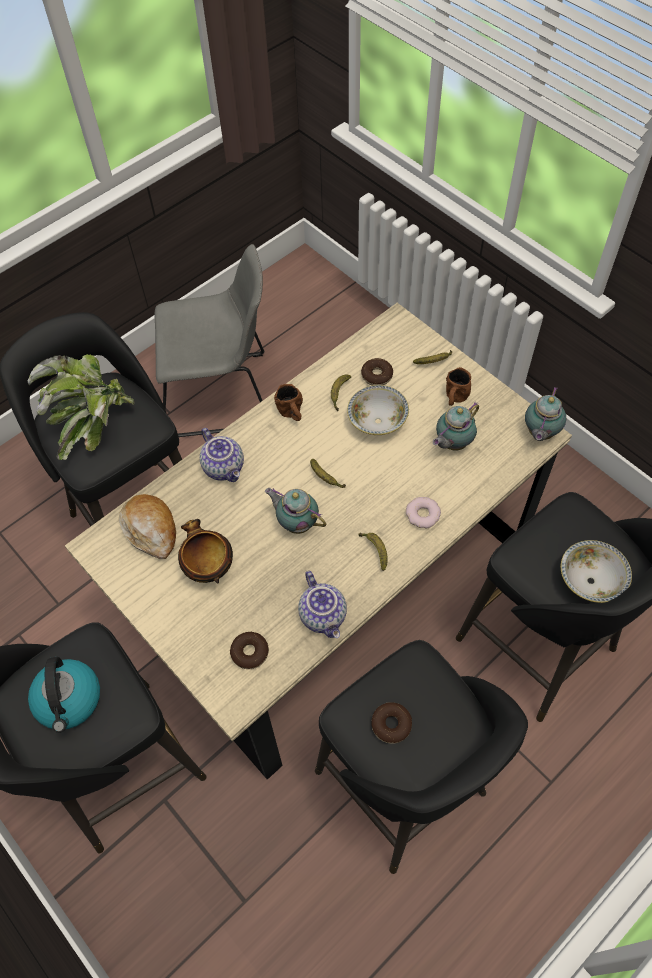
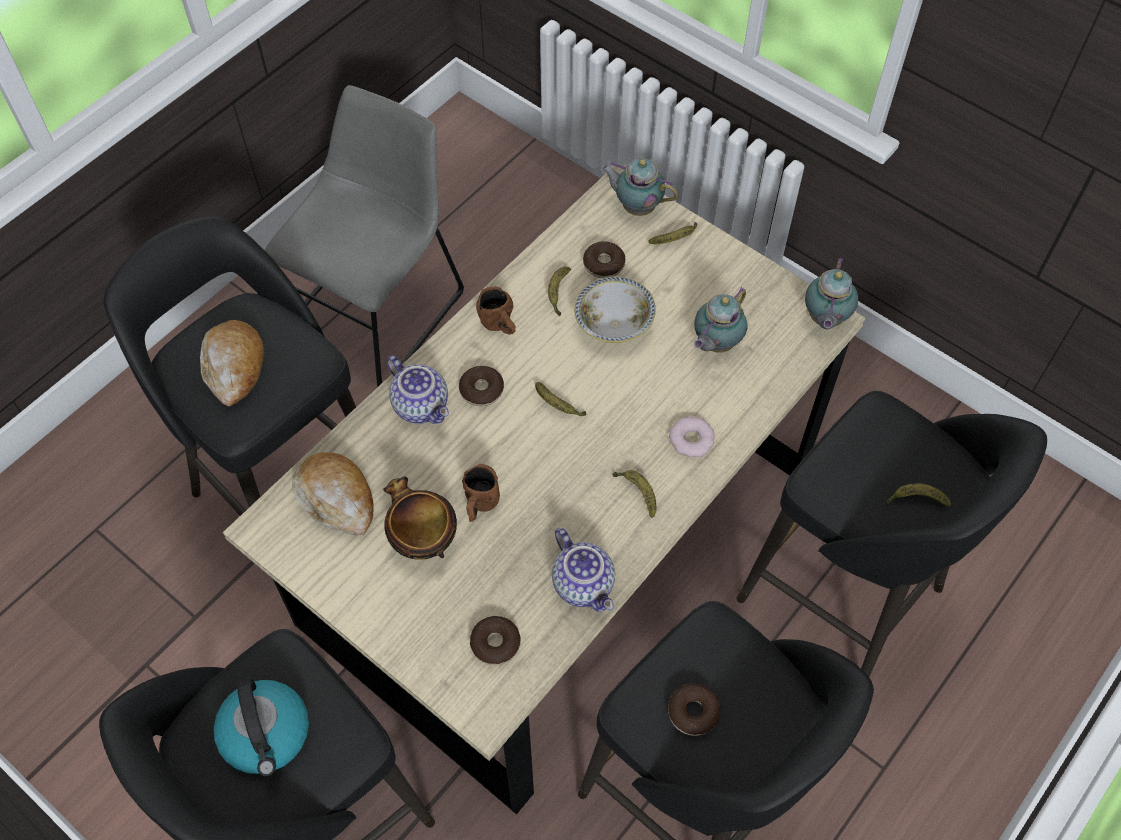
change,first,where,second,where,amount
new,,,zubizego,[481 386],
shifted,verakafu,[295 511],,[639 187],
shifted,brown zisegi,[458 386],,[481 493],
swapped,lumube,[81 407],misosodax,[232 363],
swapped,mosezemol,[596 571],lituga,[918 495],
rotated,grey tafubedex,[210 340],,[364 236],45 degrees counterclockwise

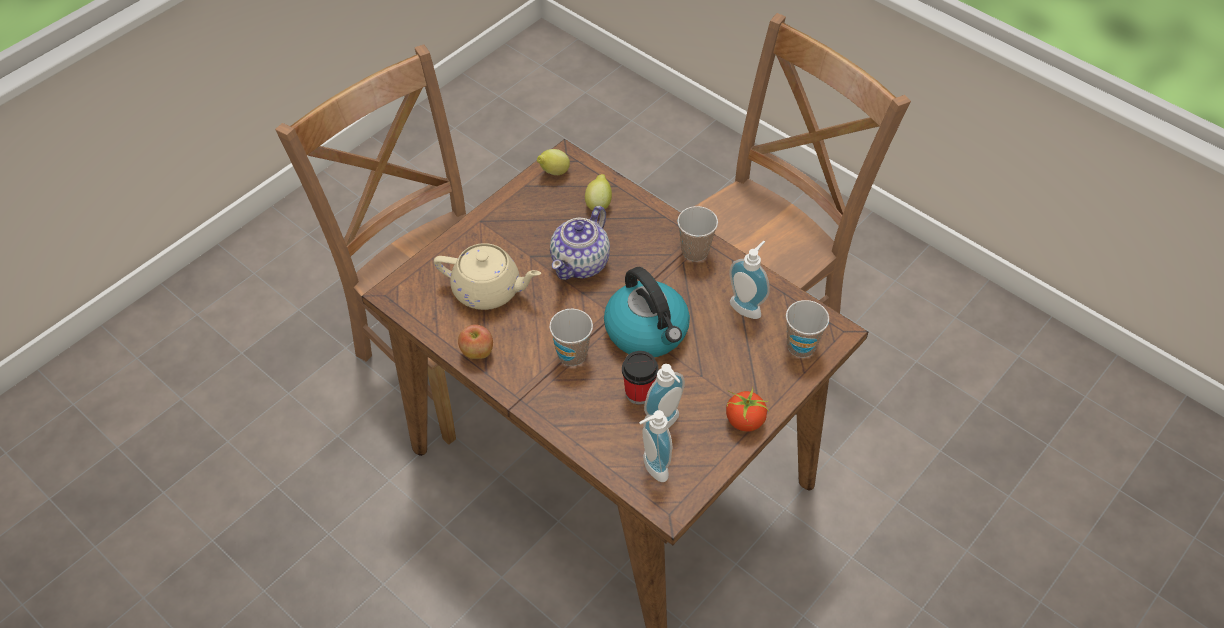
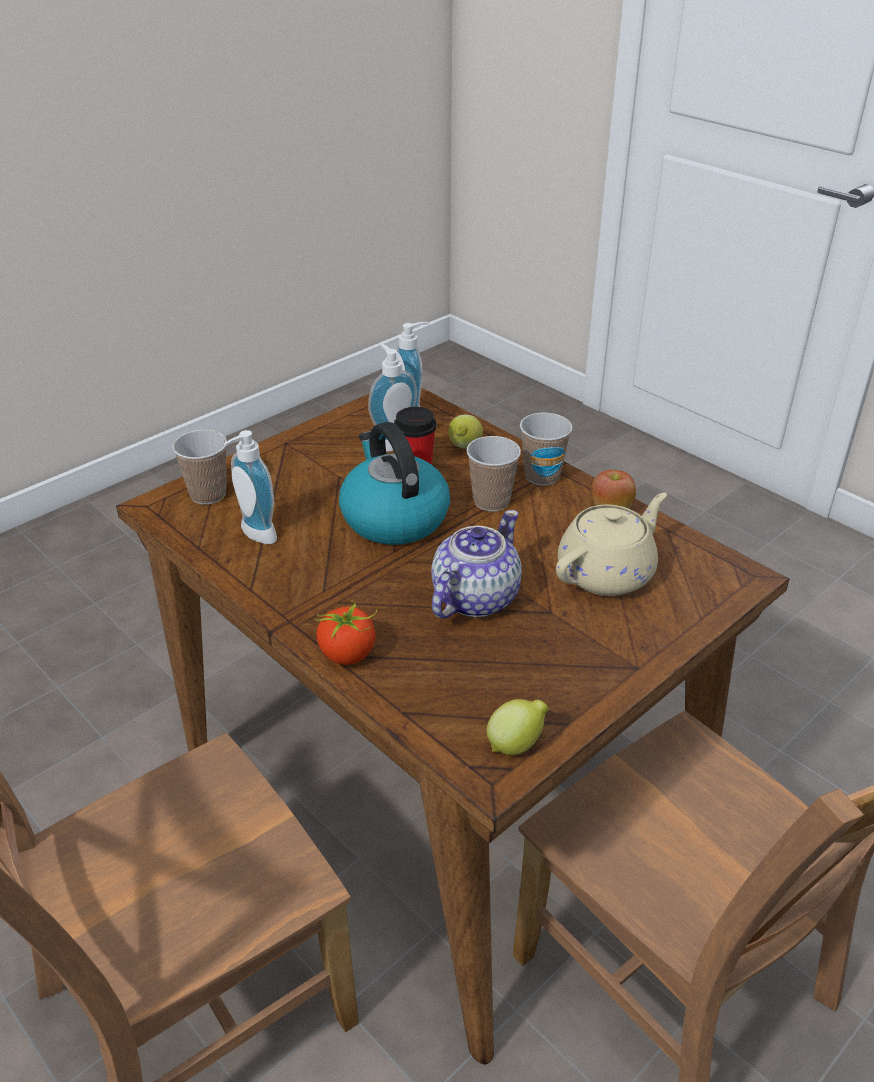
change,first,where,second,where,amount
shifted,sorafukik,[598 192],,[465 432],
shifted,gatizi,[697 234],,[546 449],
shifted,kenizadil,[747 409],,[345 632],
rotated,beige verakafu,[487 276],,[611 544],120 degrees clockwise

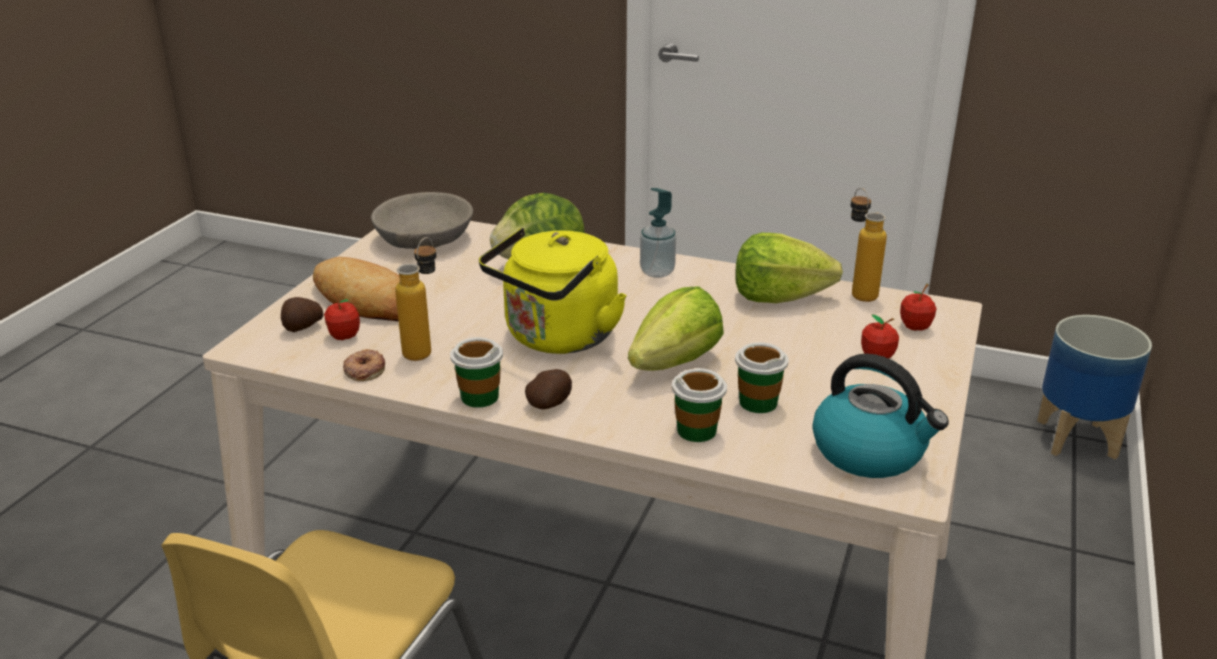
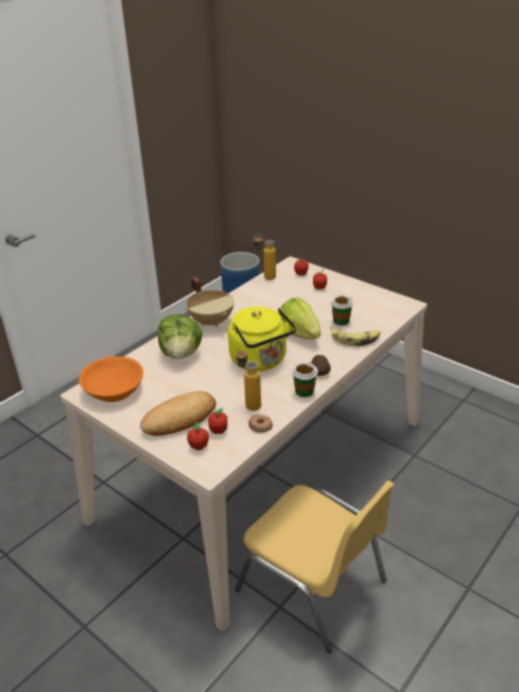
change,first,where,second,where,amount
gone,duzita,[789 268],,,
gone,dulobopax,[881 416],,,
swapped,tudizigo,[302 314],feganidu,[198 436],
swapped,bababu,[658 233],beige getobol,[210 302],
swapped,gatizi,[699 405],lituga,[355 336],
repainted,grey mosezemol,[422 220],orange mosezemol,[111 379],

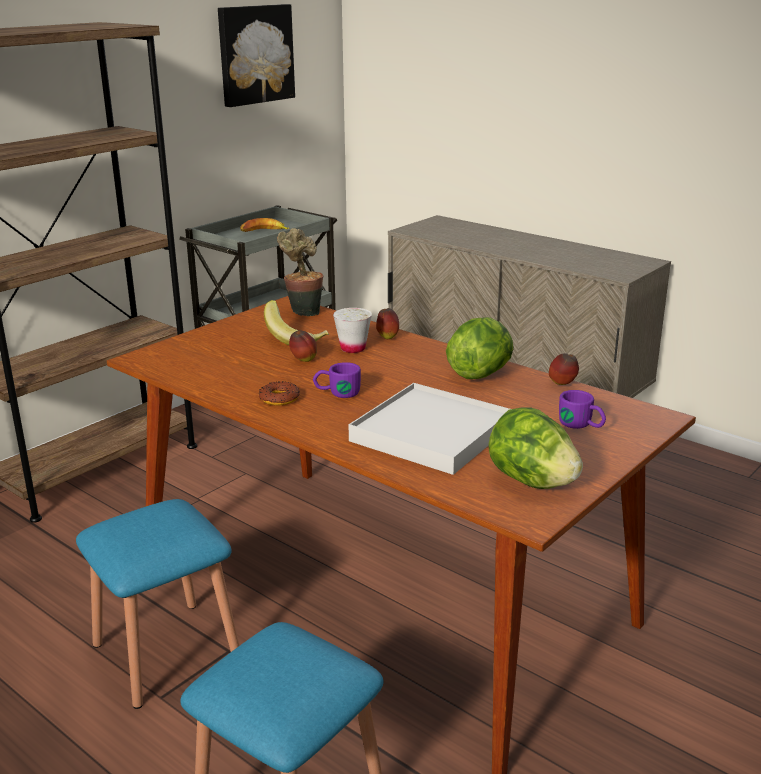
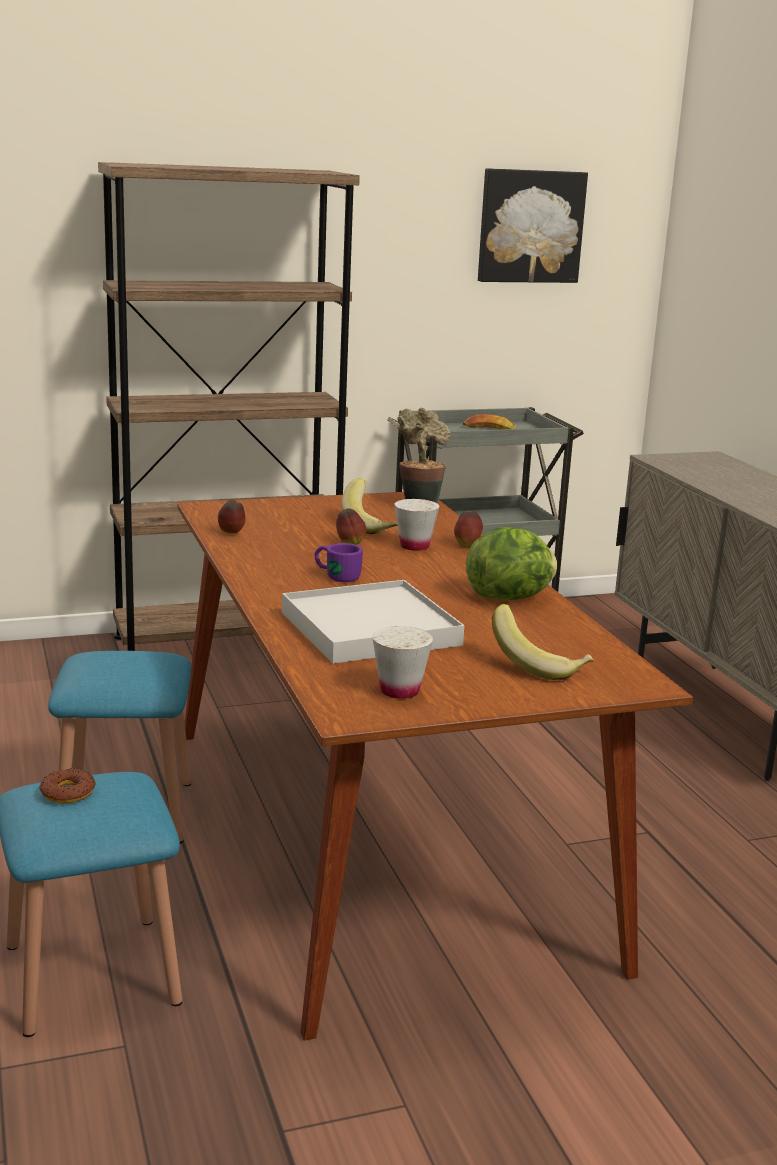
change,first,where,second,where,amount
shifted,zubizego,[279 393],,[67 785],
shifted,feganidu,[564 369],,[232 517],
swapped,duzita,[535 448],white gatizi,[402 662],
swapped,purple zisegi,[582 409],lituga,[543 642],

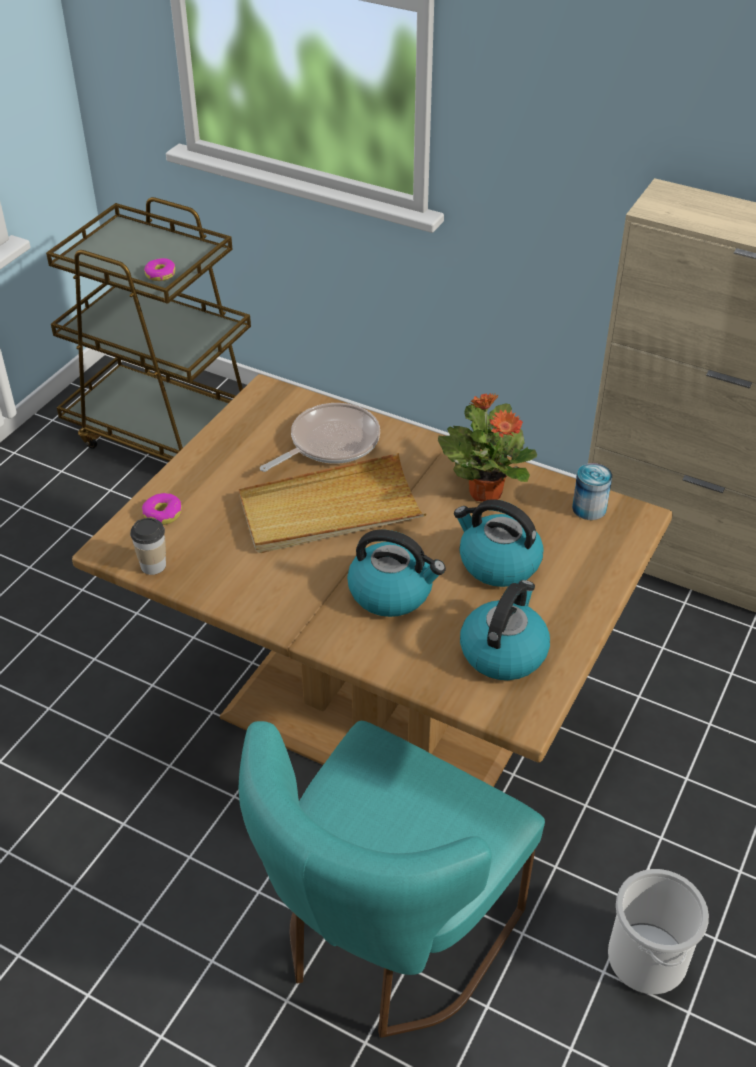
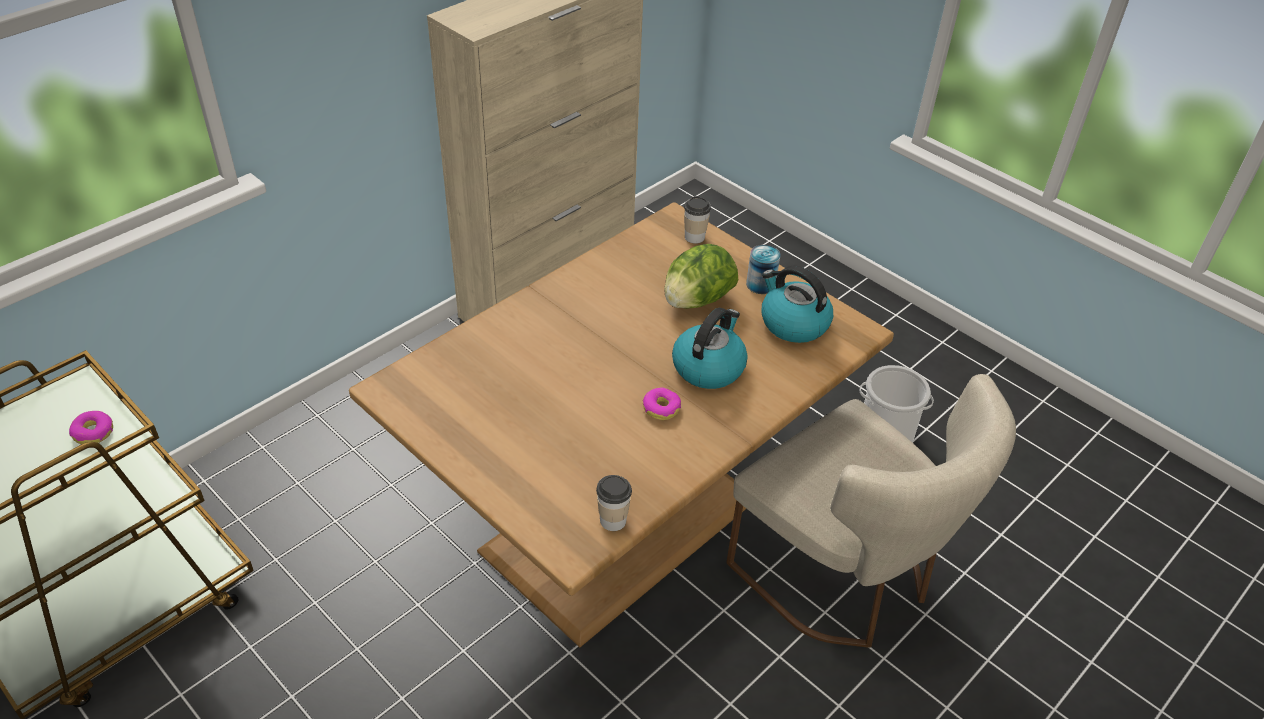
change,first,where,second,where,amount
gone,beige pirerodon,[333 503],,,
gone,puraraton,[320 437],,,
gone,lumube,[487 447],,,
new,,,gatizi,[697 220],
shifted,zubizego,[162 509],,[662 404],
shifted,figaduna,[592 491],,[763 269],
swapped,dulobopax,[499 543],duzita,[701 276],
repainted,turquoise tafubedex,[392 879],beige tafubedex,[871 511],

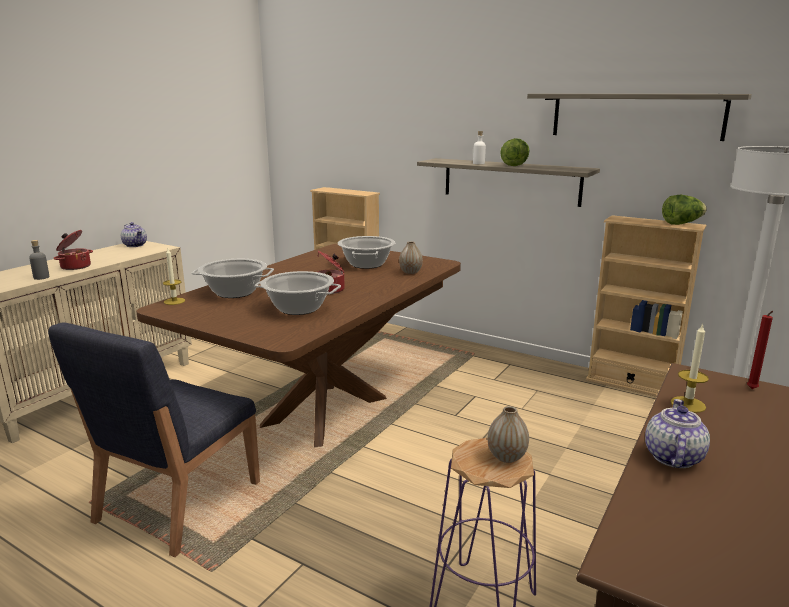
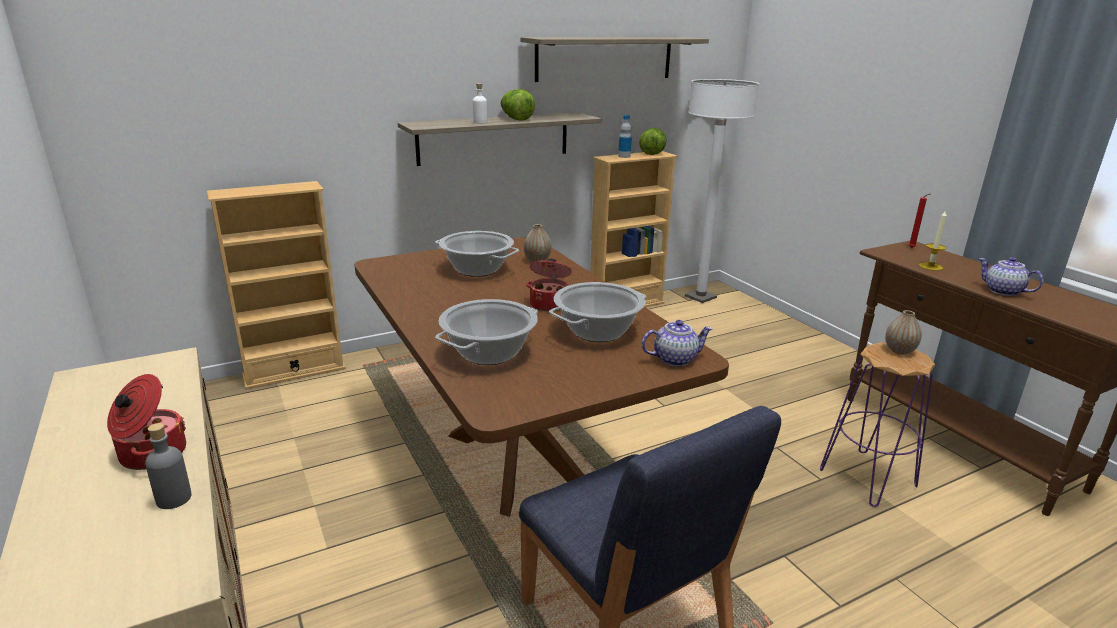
change,first,where,second,where,amount
gone,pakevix,[174 277],,,
new,,,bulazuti,[625 136],
shifted,verakafu,[134 234],,[677 343],

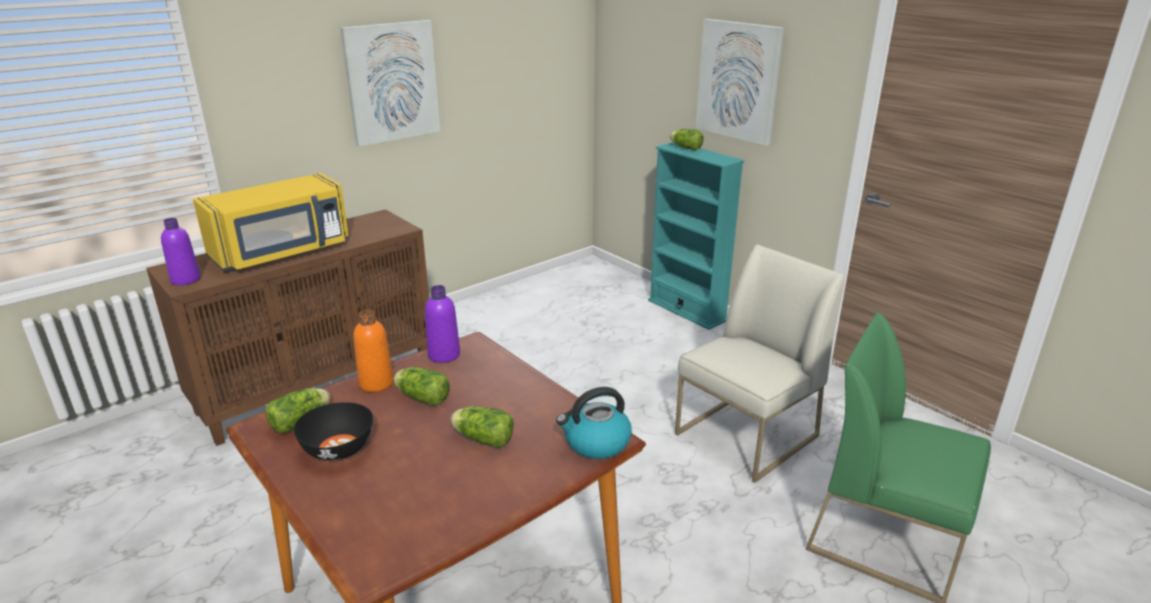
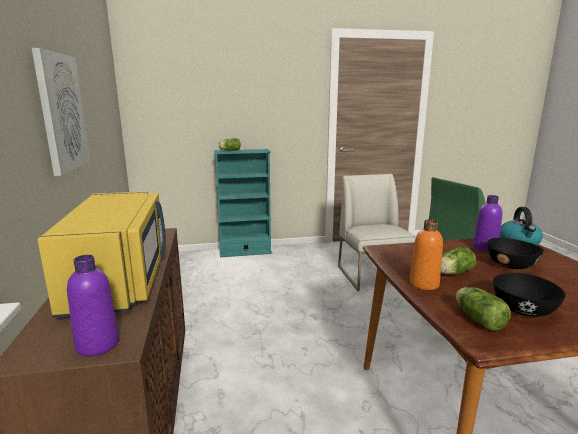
change,first,where,second,where,amount
gone,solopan,[740 82],,,
shifted,purple bulazuti,[442 324],,[487 223],
swapped,duzita,[482 427],black mosezemol,[515 253],

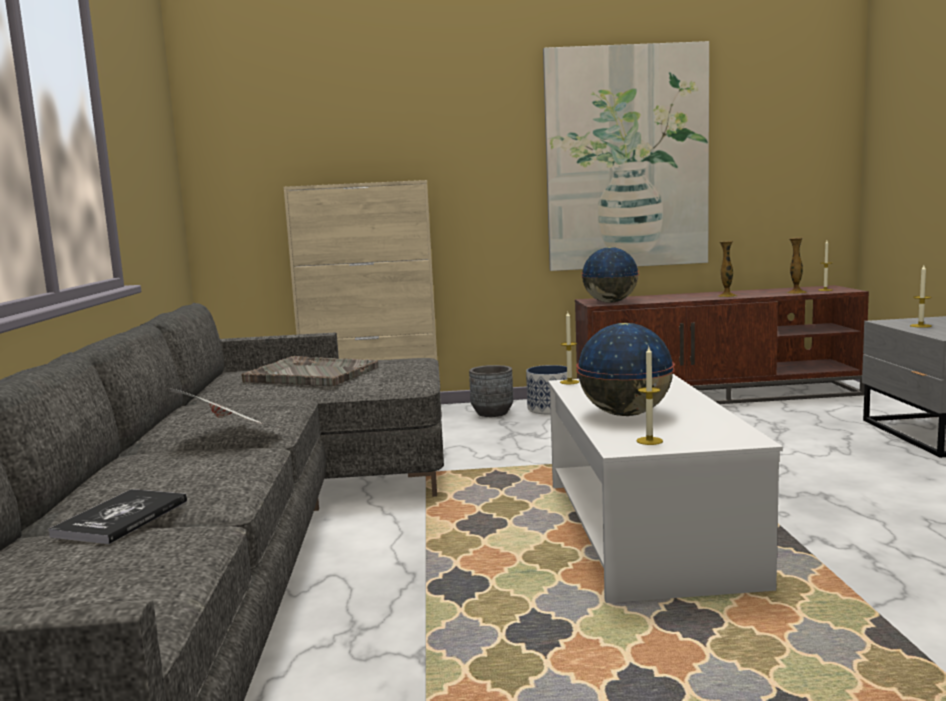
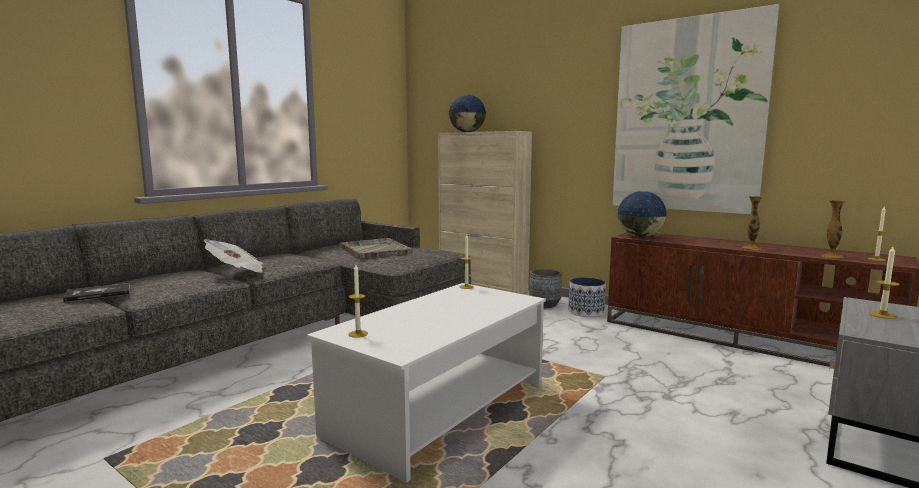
change,first,where,second,where,amount
shifted,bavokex,[625 369],,[467 113],

